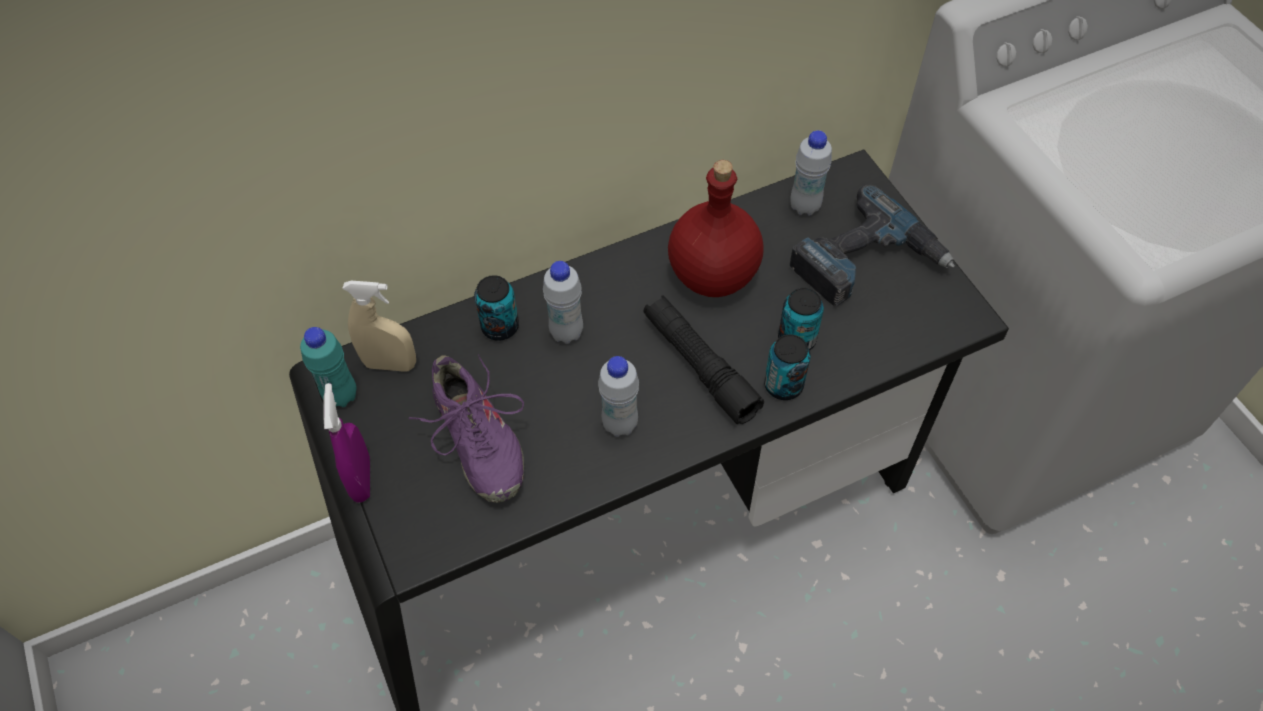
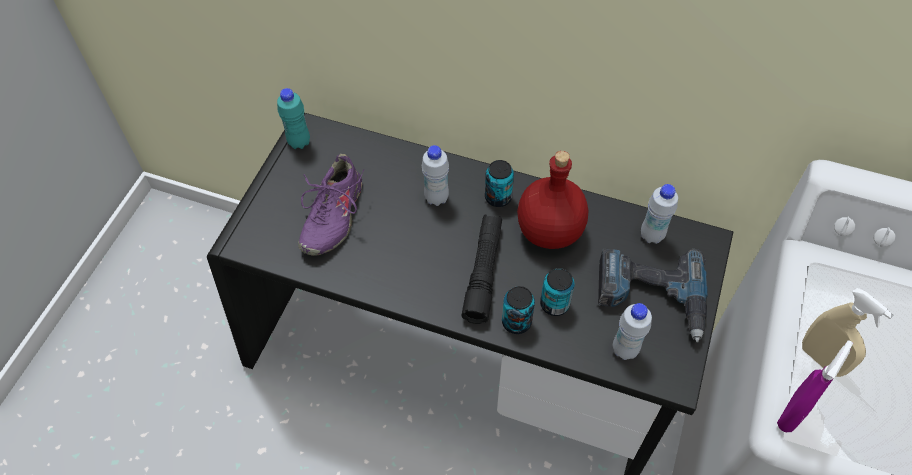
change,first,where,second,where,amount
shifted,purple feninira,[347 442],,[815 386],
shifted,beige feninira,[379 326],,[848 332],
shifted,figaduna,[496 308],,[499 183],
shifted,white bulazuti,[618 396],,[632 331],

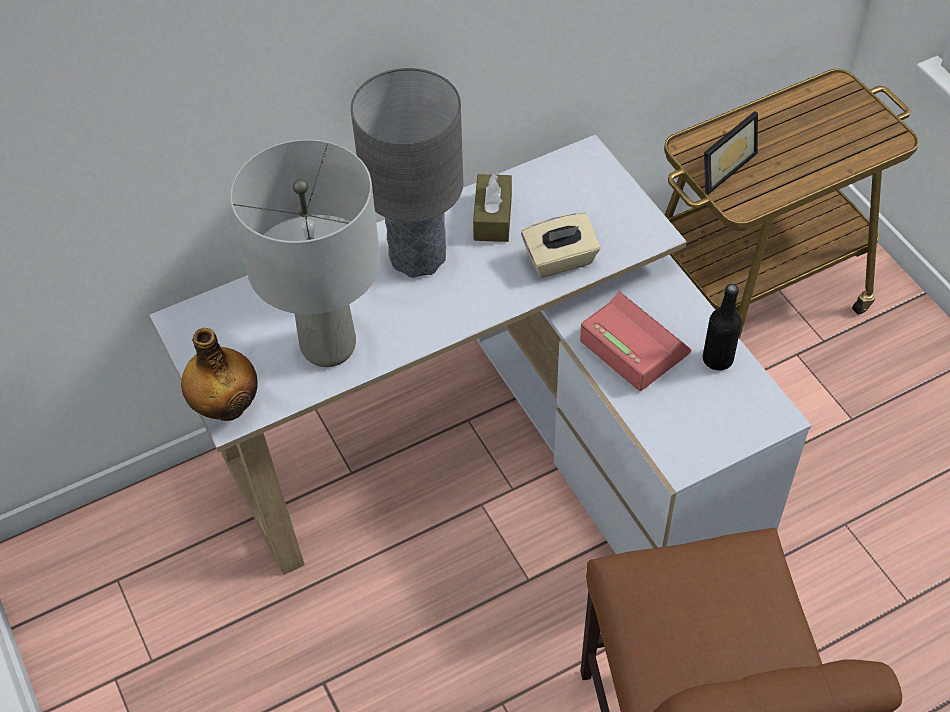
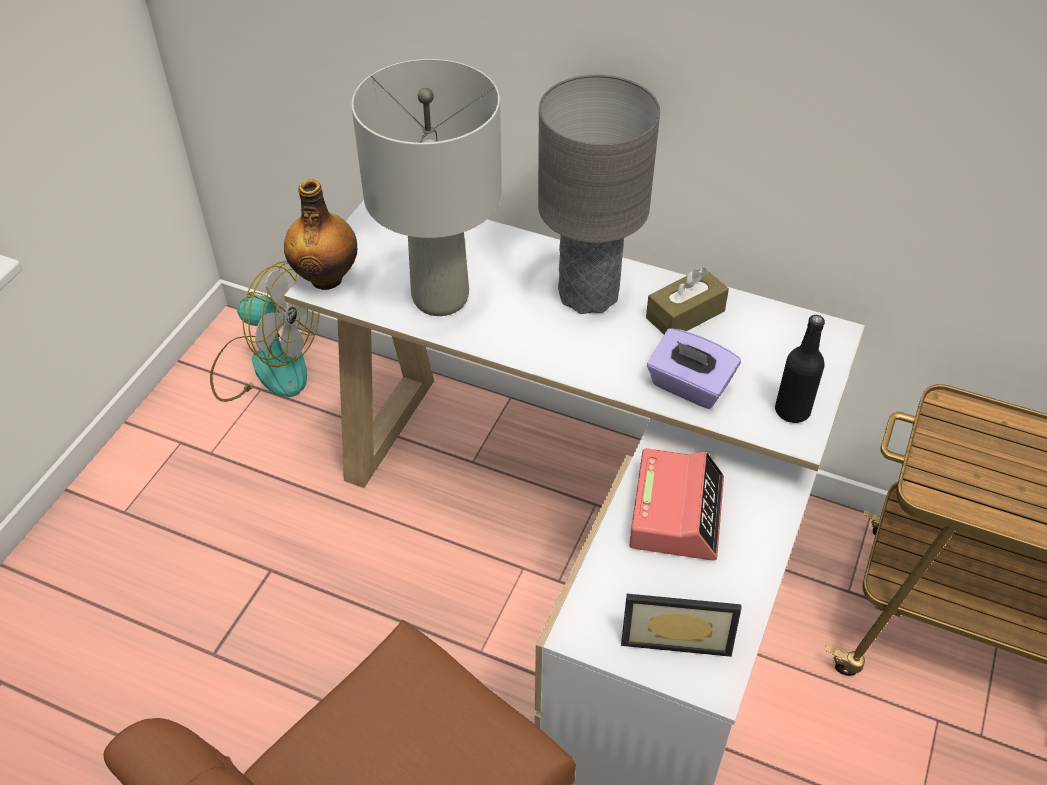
change,first,where,second,where,amount
new,,,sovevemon,[265 331],
shifted,black bulazuti,[722 327],,[800 369],
shifted,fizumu,[731 152],,[681 625],
repainted,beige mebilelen,[561 245],purple mebilelen,[694 368],

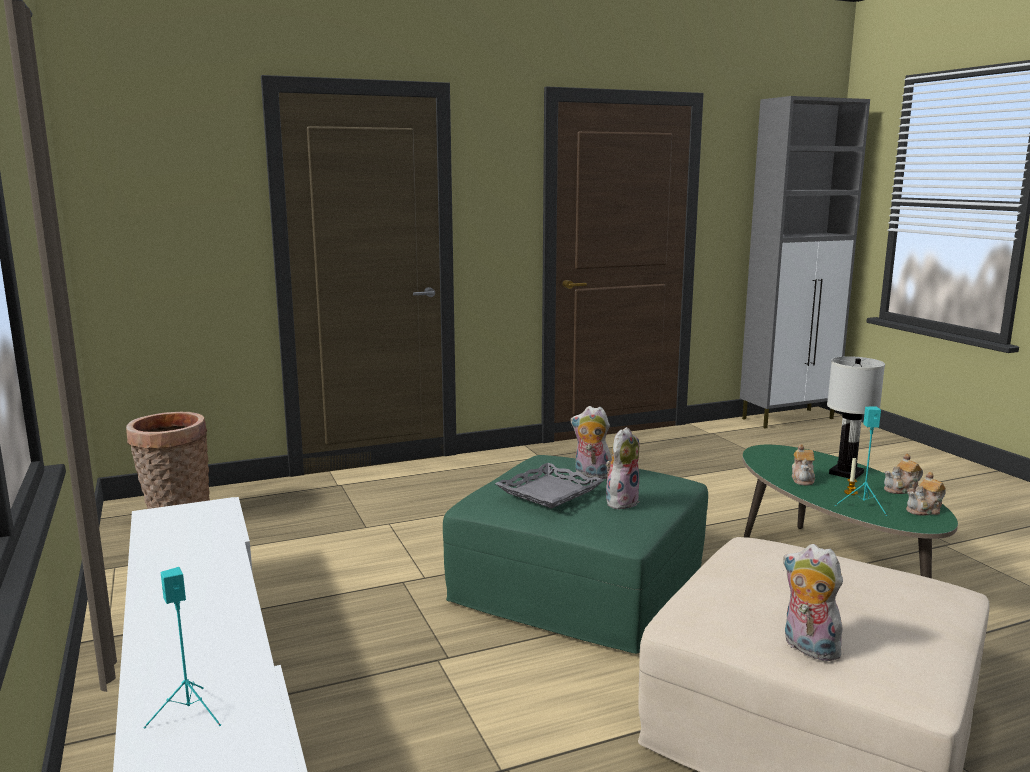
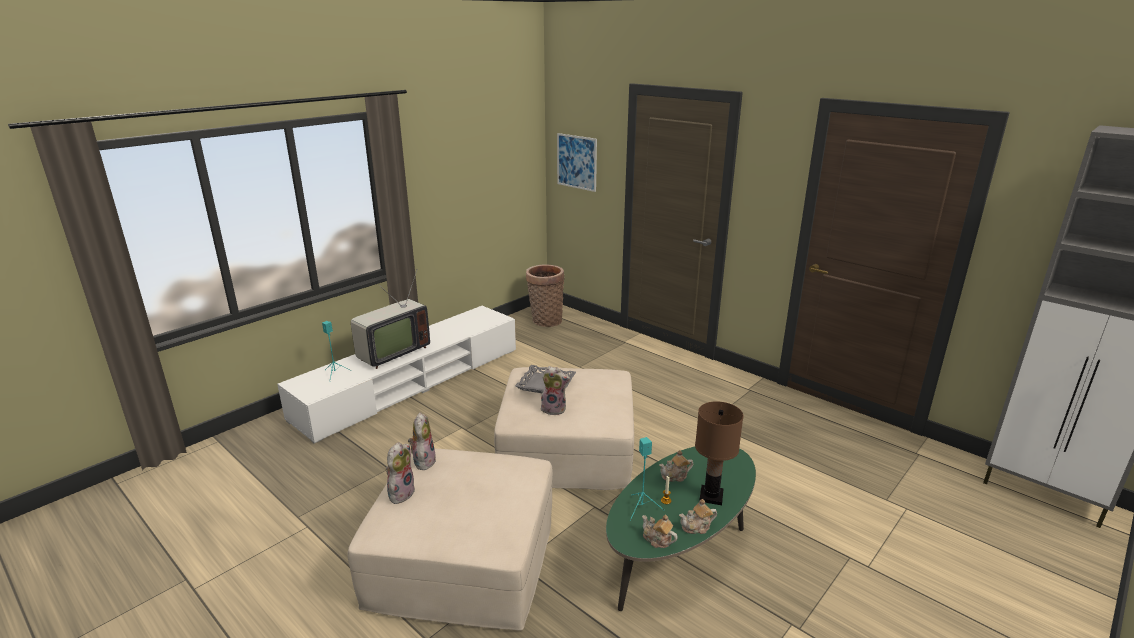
change,first,where,second,where,amount
new,,,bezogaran,[390 319],
new,,,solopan,[577 162],
shifted,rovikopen,[591 442],,[422 441],
repainted,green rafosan,[575 554],beige rafosan,[564 428],
repainted,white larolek,[856 417],brown larolek,[719 453],
rotated,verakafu,[903 474],,[698 516],60 degrees counterclockwise

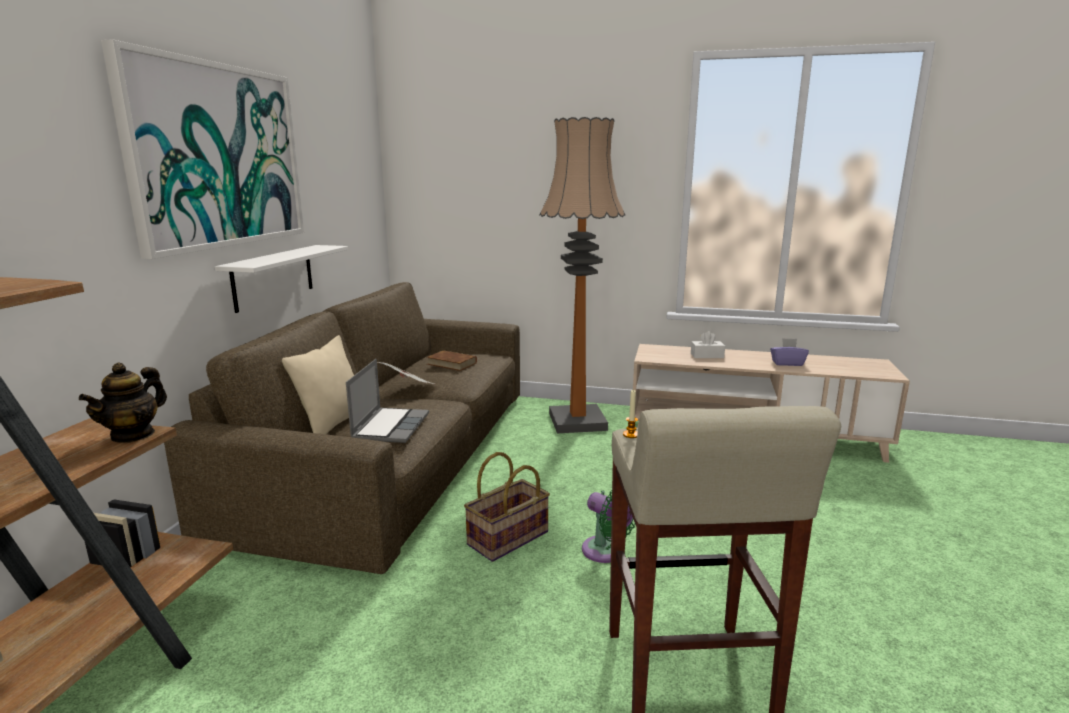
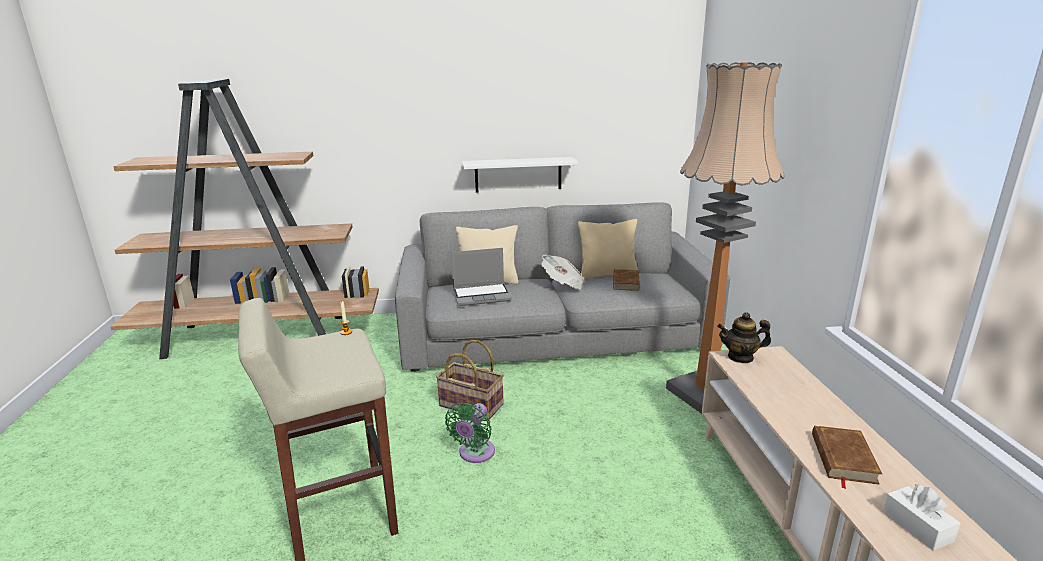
change,first,where,second,where,amount
gone,solopan,[202 149],,,
new,,,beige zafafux,[608 249],
shifted,verakafu,[122 402],,[744 337],
shifted,white mebilelen,[708 344],,[922 517],
swapped,purple mebilelen,[789 352],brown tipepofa,[847 457],
repainted,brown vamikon,[342 428],grey vamikon,[562 287],

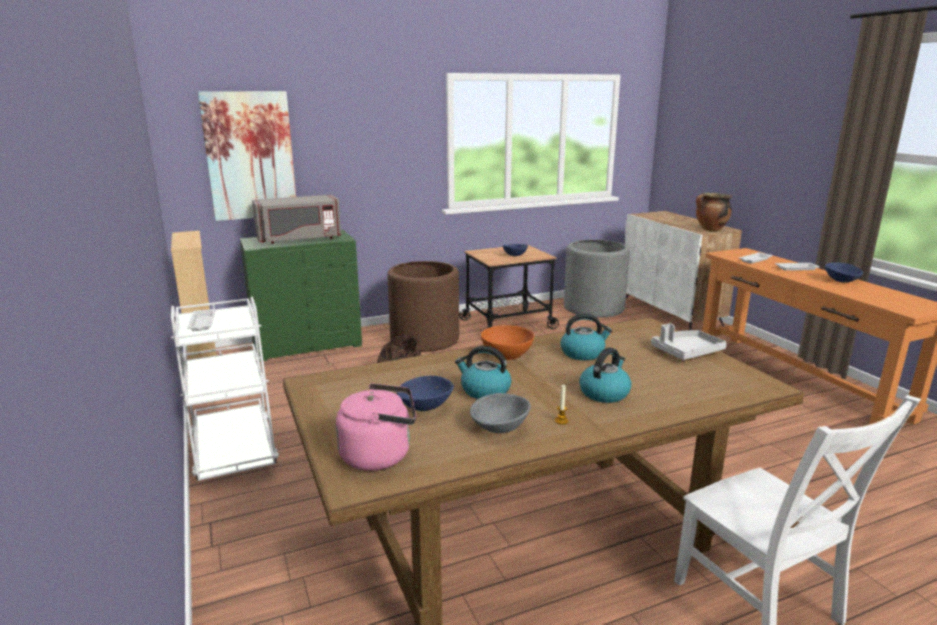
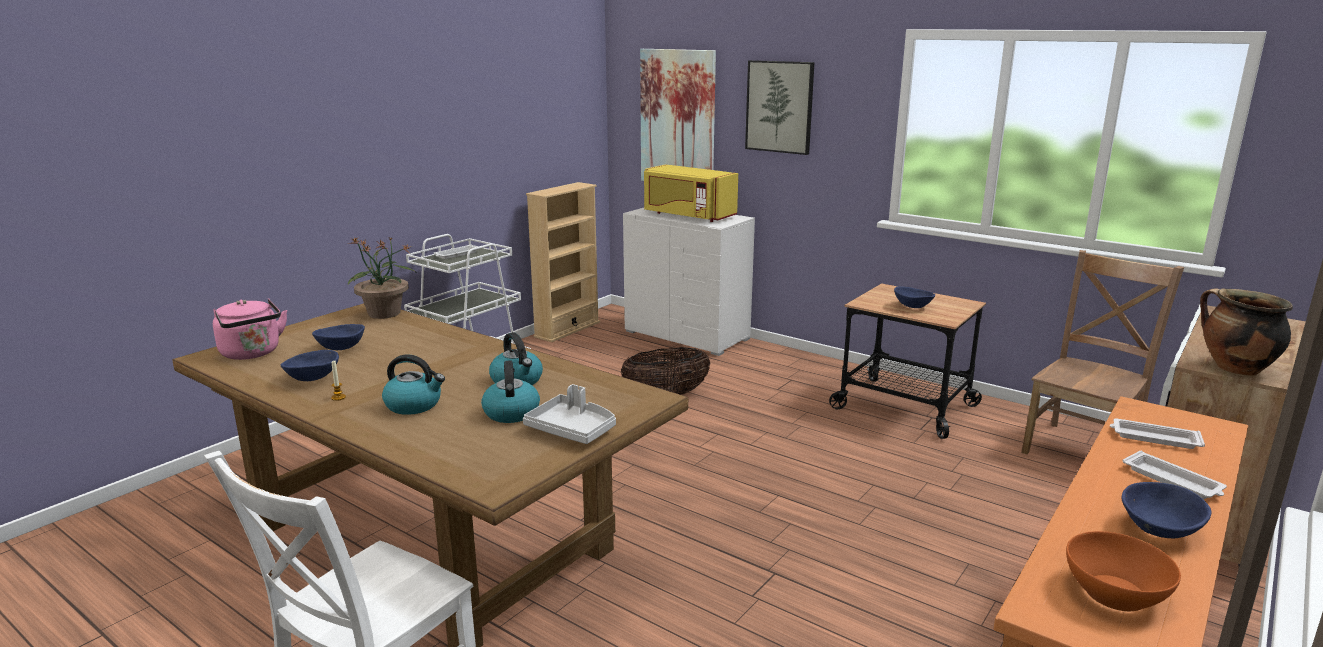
change,first,where,second,where,amount
gone,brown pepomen,[423 306],,,
new,,,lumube,[382 278],
new,,,solopan,[780 107],
shifted,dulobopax,[483 372],,[510 391],
shifted,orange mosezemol,[507 342],,[1123 571],
swapped,grey pepomen,[597 279],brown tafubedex,[1102 352],
repainted,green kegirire,[301 296],white kegirire,[689 282],
repainted,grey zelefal,[296 219],yellow zelefal,[691 193],
repainted,grey mosezemol,[500 413],blue mosezemol,[310 365],

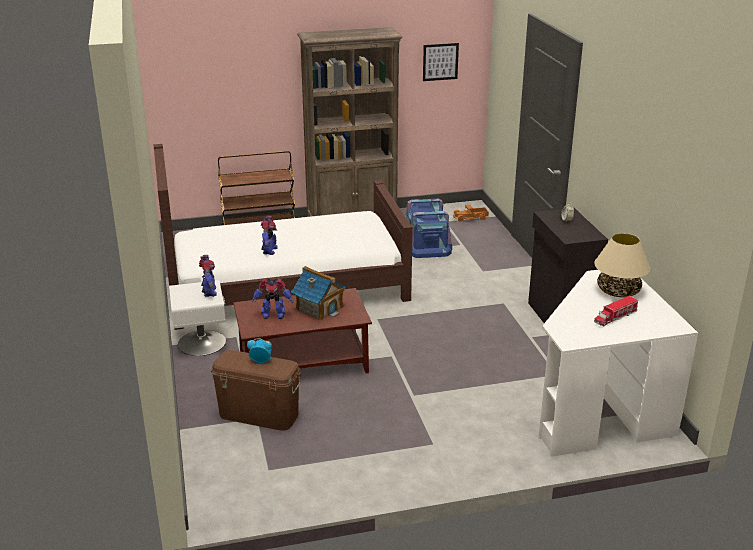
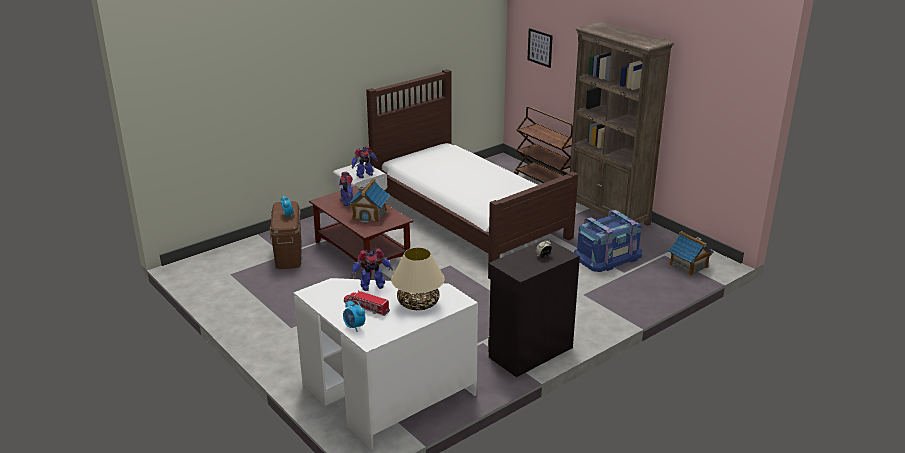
change,first,where,second,where,amount
new,,,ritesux,[354 316],
shifted,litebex,[269 235],,[372 269],
shifted,solopan,[441 62],,[540 48],
swapped,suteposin,[471 213],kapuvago,[691 253],

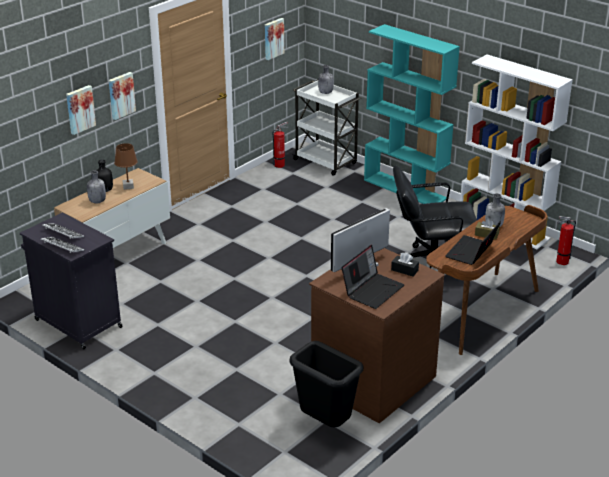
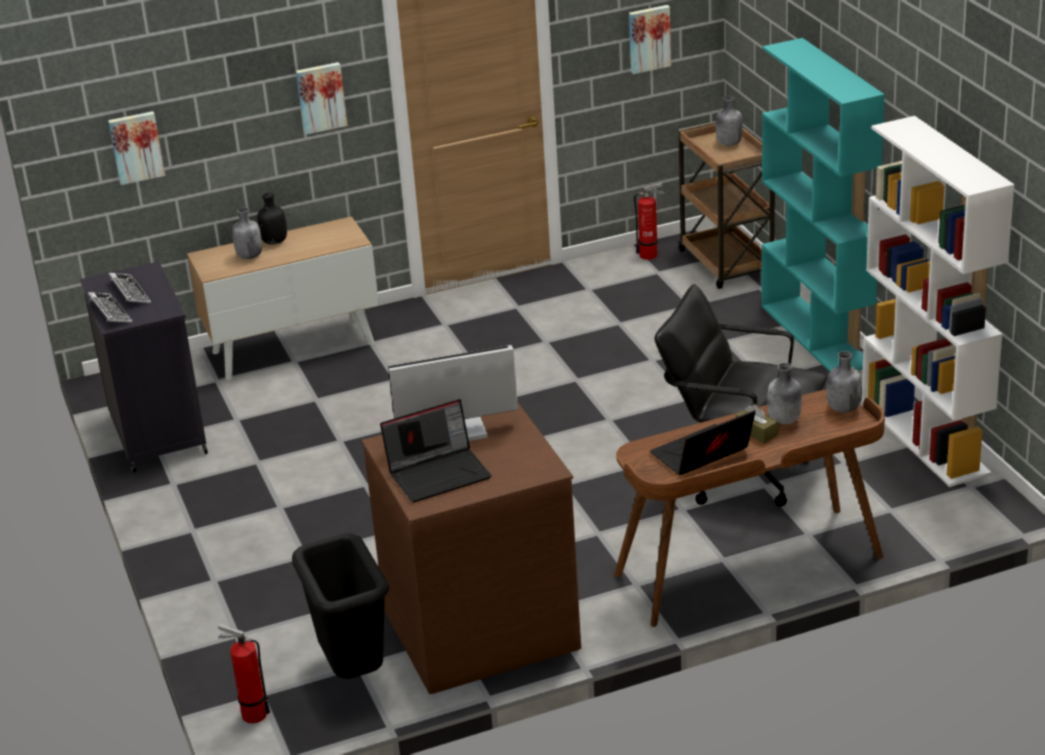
change,first,where,second,where,amount
gone,brown larolek,[126 166],,,
gone,black mebilelen,[405 264],,,
new,,,grey bulazuti,[844 382],
shifted,solopan,[81 110],,[136 148],
shifted,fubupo,[566 240],,[244 673],
repainted,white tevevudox,[326 127],brown tevevudox,[726 205],

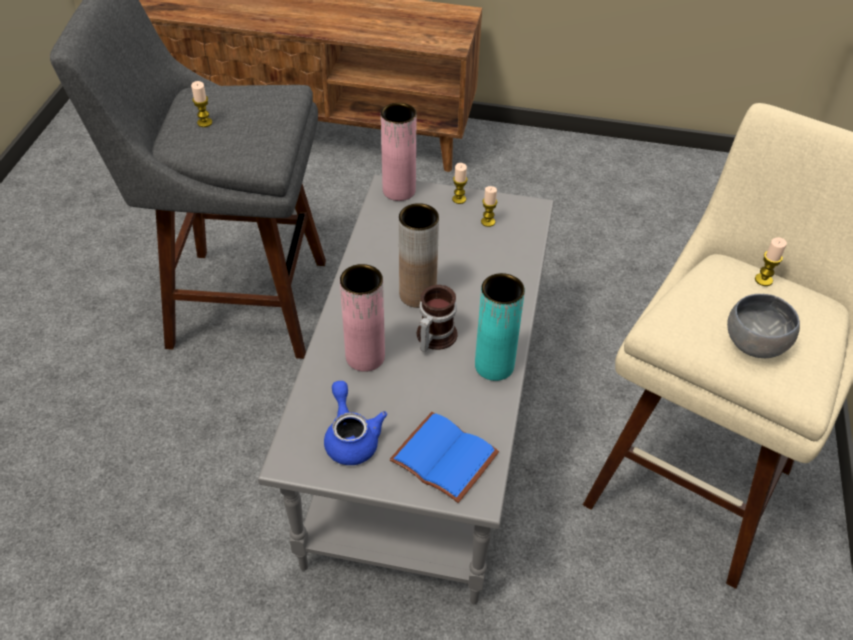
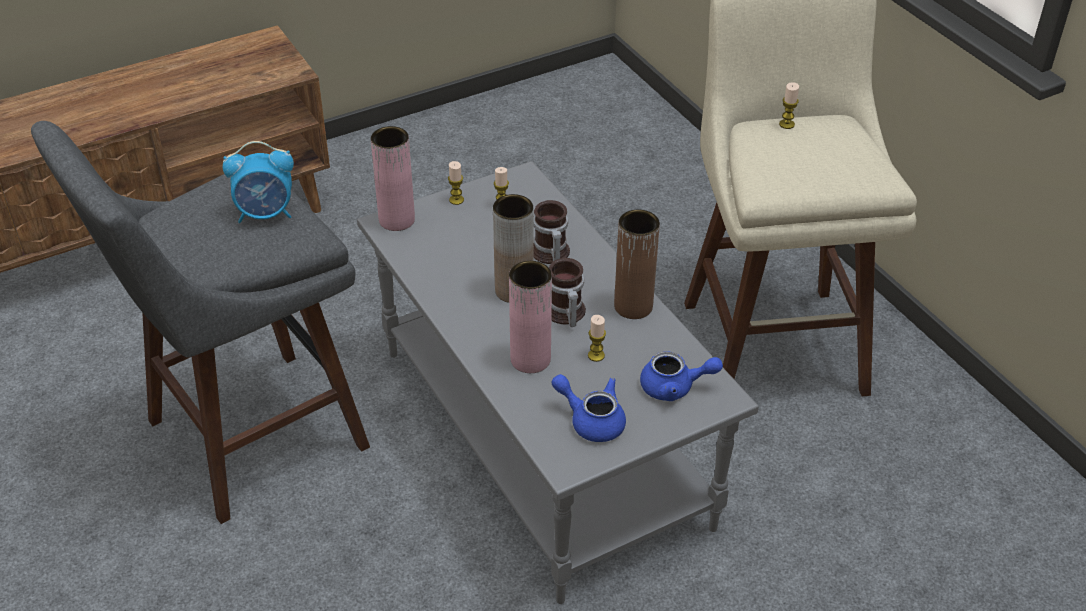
change,first,where,second,where,amount
gone,grey mosezemol,[763 326],,,
new,,,ritesux,[258 182],
new,,,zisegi,[551 232],
shifted,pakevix,[201 104],,[597 338],
swapped,blue tipepofa,[444 457],blue verakafu,[681 376],
repainted,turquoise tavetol,[500 327],brown tavetol,[637 264],

